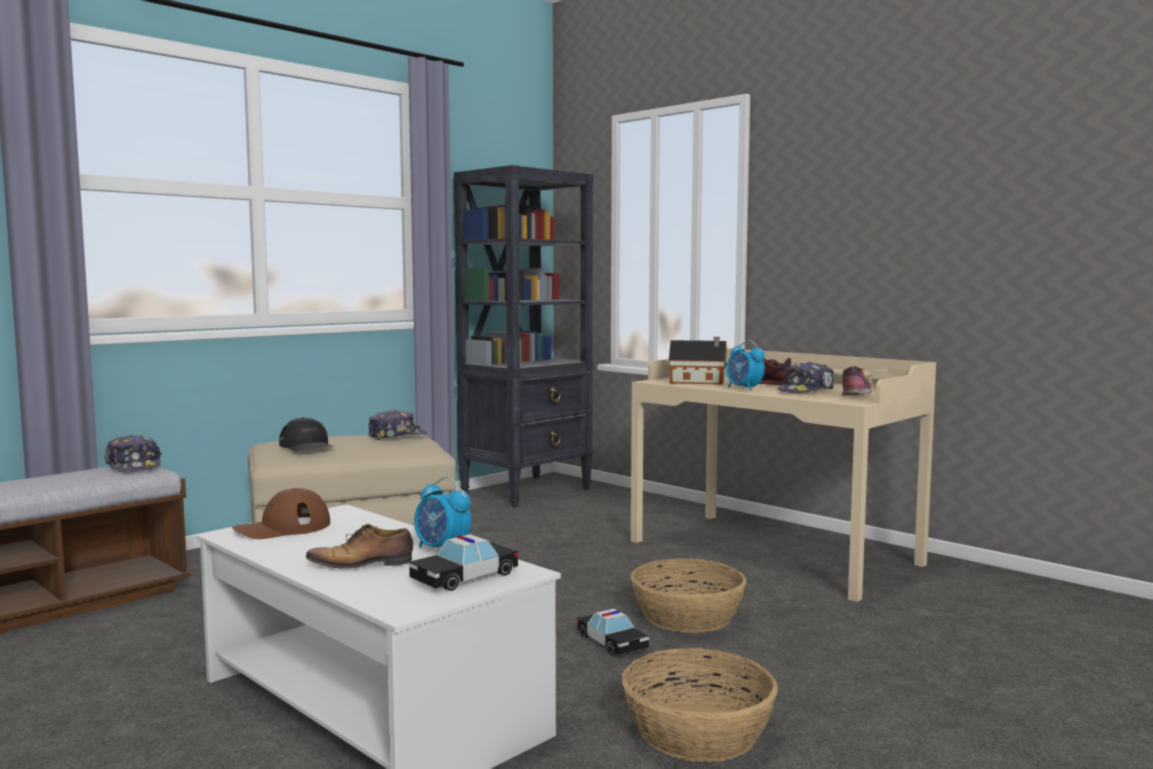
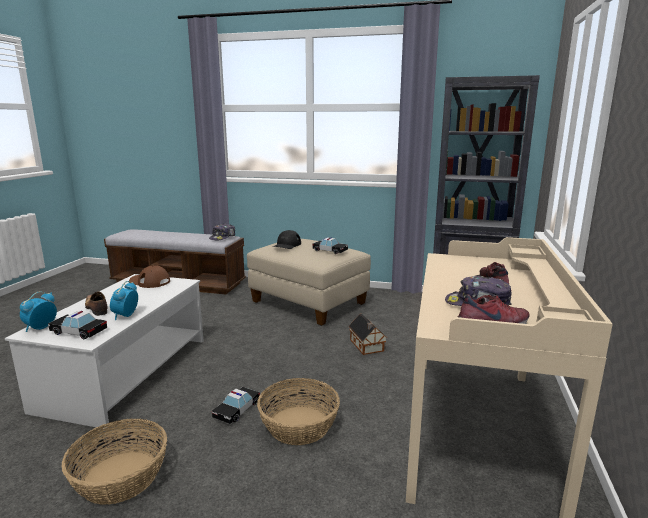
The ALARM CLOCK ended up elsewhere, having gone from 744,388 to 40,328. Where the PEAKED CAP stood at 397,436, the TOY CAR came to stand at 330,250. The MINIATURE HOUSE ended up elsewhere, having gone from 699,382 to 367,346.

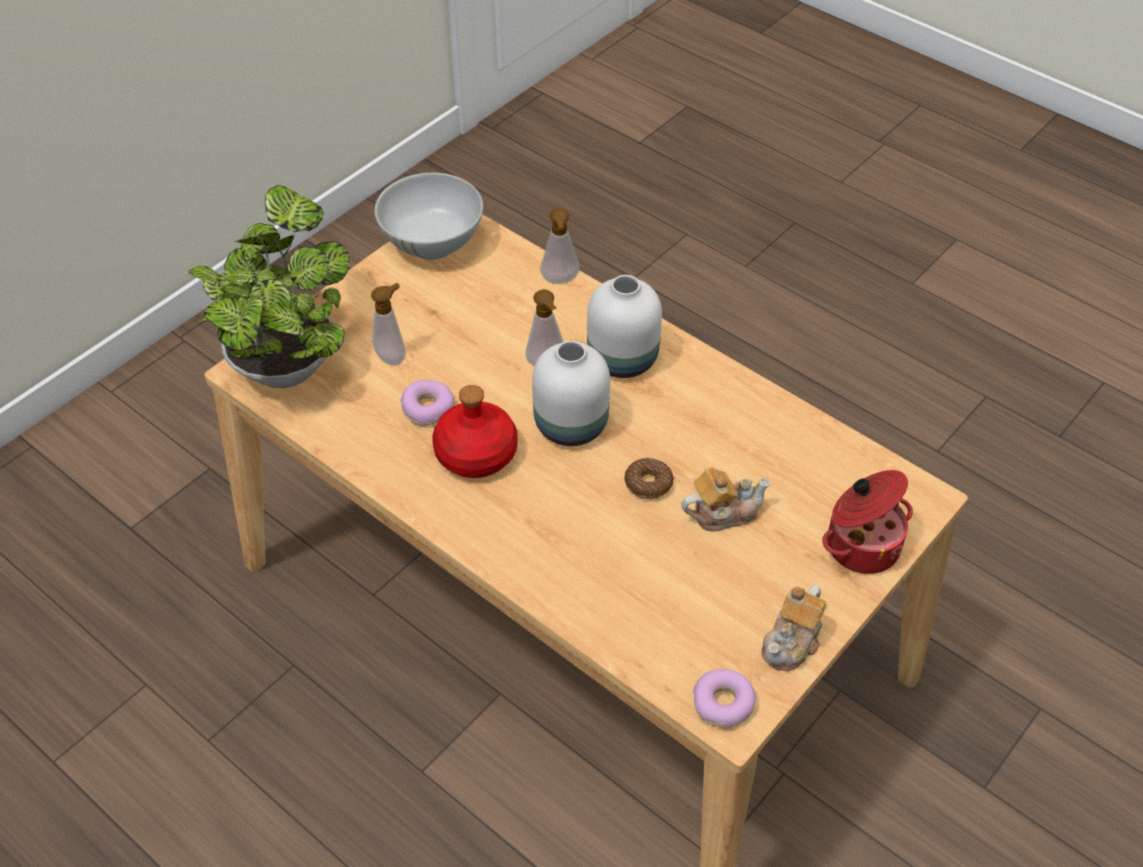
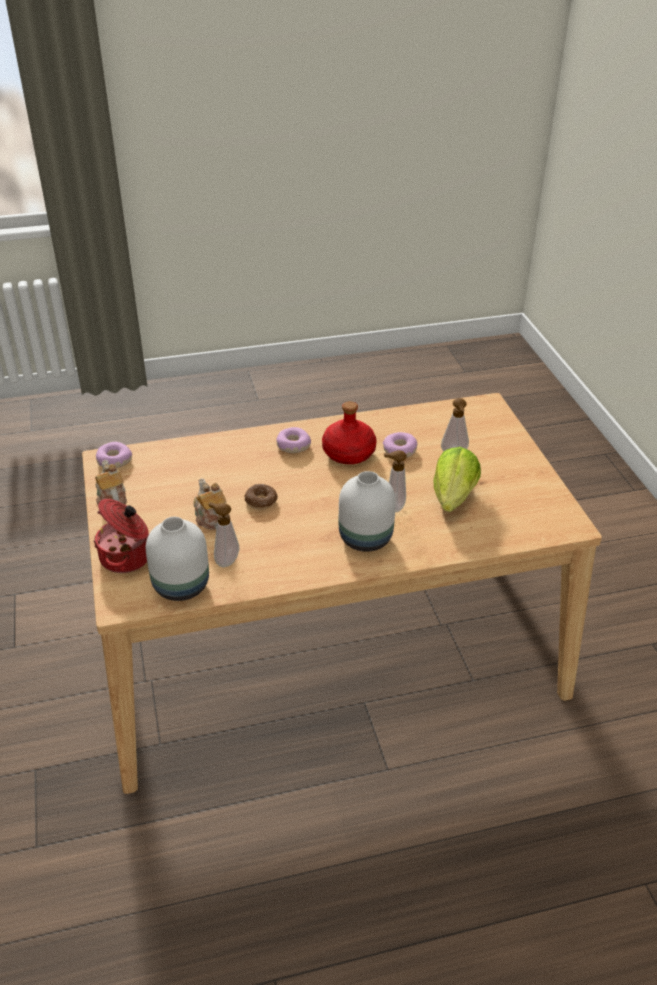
The WHITE VASE ended up elsewhere, having gone from 569,424 to 182,585. The POT FOR TEA at 723,513 ended up facing another way, 135 degrees clockwise from before. The SOAP BOTTLE ended up elsewhere, having gone from 560,281 to 225,560. The second view gained the DOUGHNUT at 293,445. The second view gained the HEAD OF LETTUCE at 453,497. The second view lost the POTTED PLANT at 287,361. The second view lost the WHITE BOWL at 433,243.

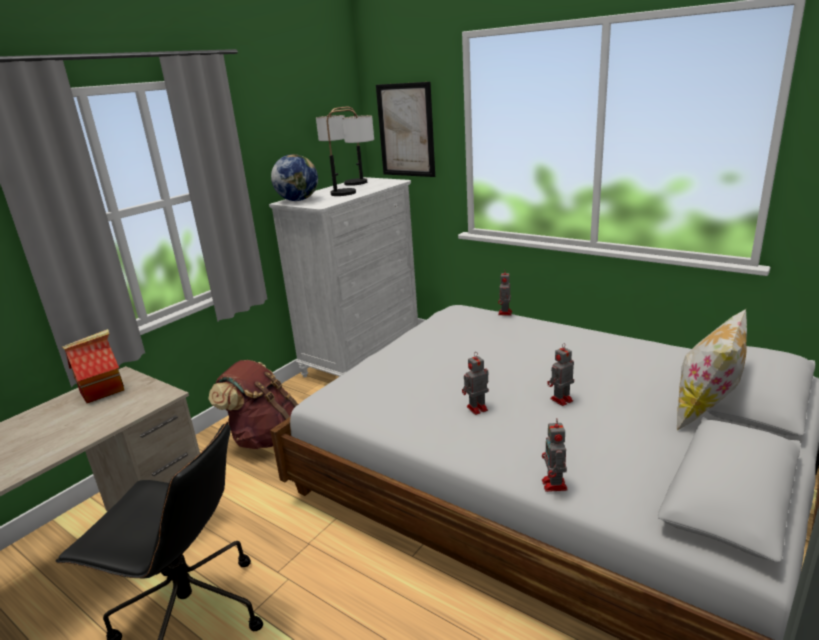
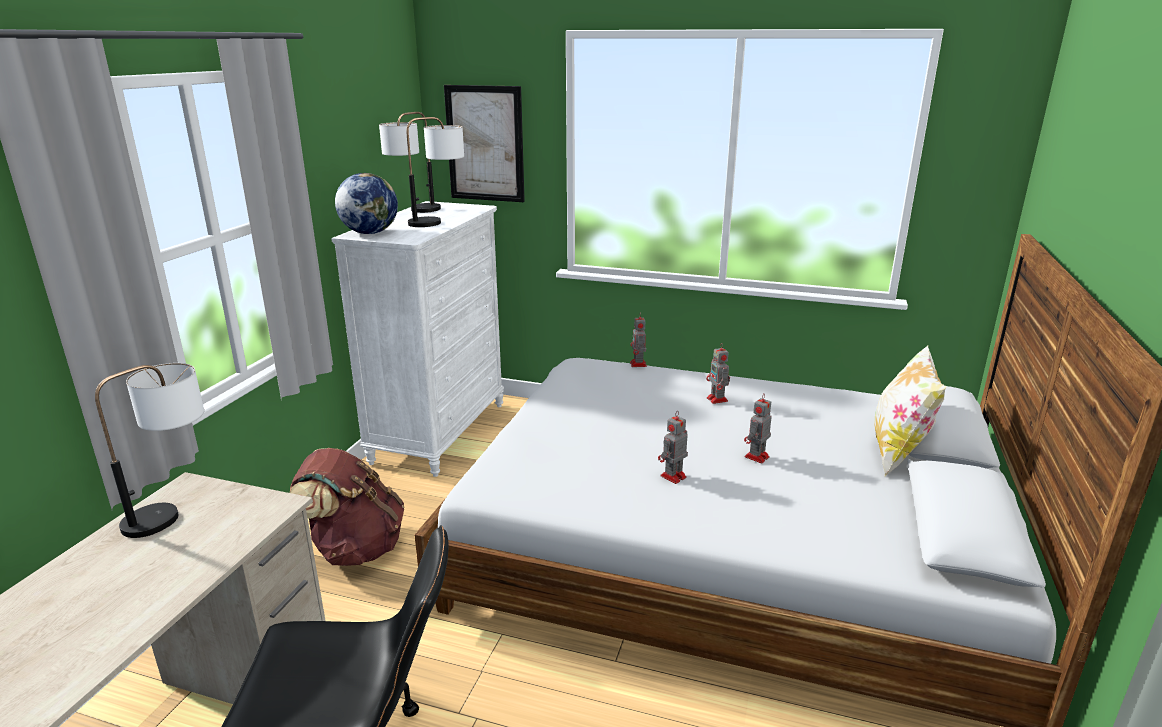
Where the MINIATURE HOUSE stood at 102,390, the LAMP FOR A TABLE came to stand at 175,509. The TOY ROBOT ended up elsewhere, having gone from 554,485 to 717,400.

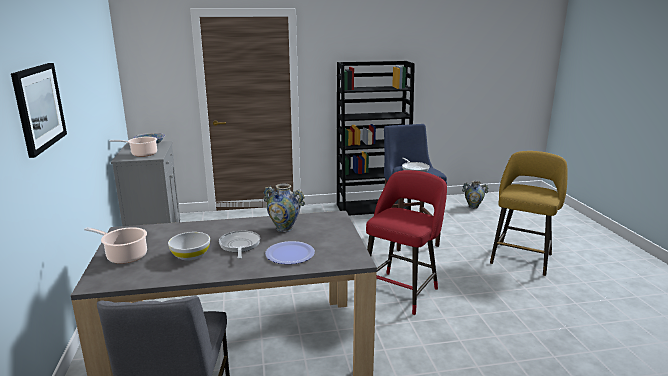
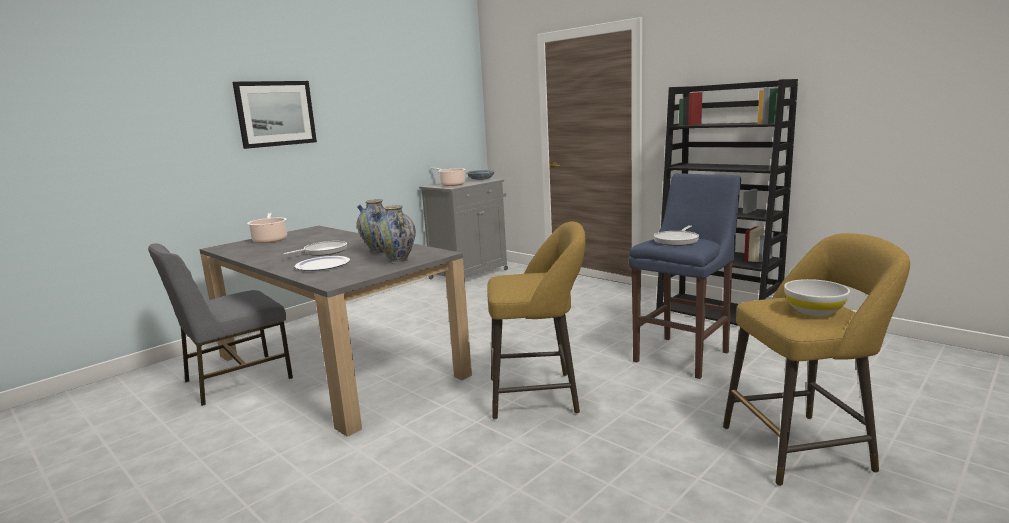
The VASE ended up elsewhere, having gone from 473,207 to 398,261. What was the REDDISH STOOL SEAT at 402,291 turned into the YELLOWISH STOOL SEAT at 539,395. The WHITE BOWL ended up elsewhere, having gone from 190,255 to 814,310.

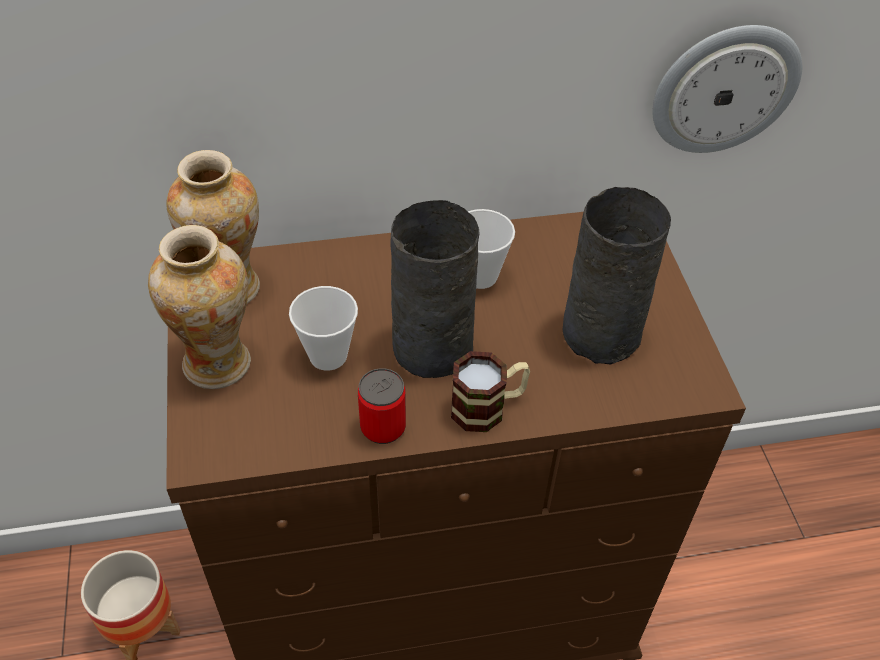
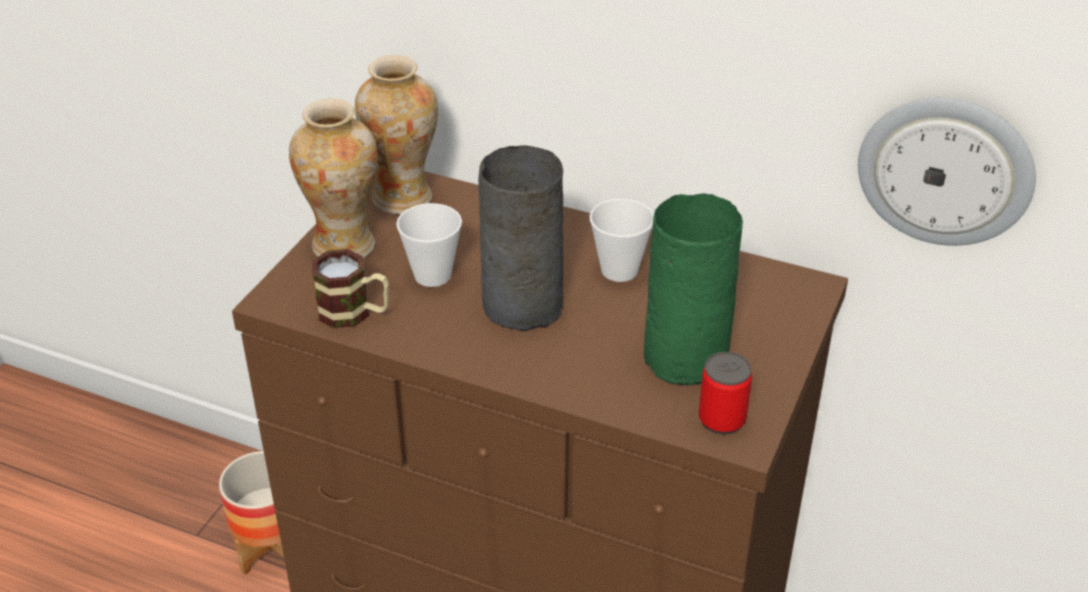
The COFFEE MUG ended up elsewhere, having gone from 488,407 to 355,313. What was the GRAY VASE at 603,332 turned into the GREEN-COLOURED VASE at 688,357. The METAL CAN ended up elsewhere, having gone from 383,427 to 722,419.

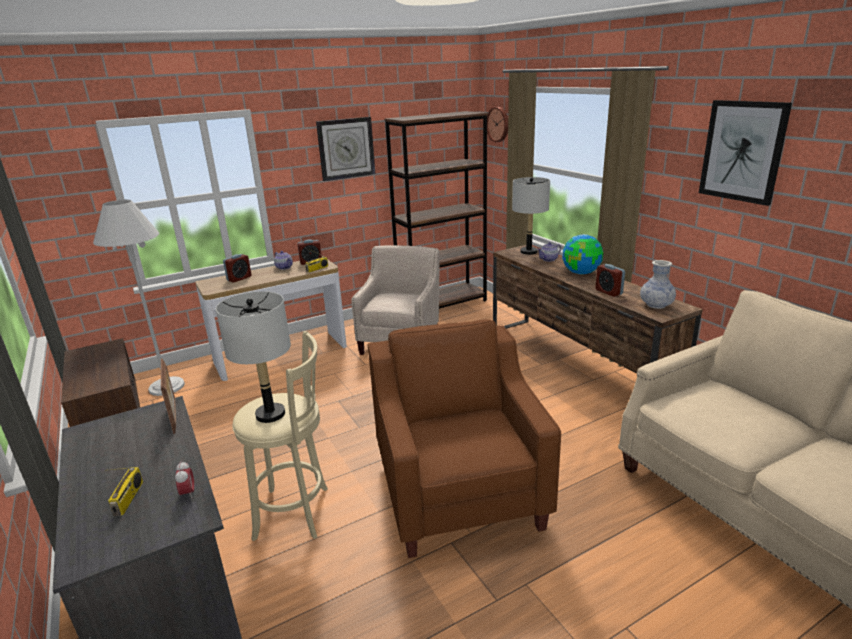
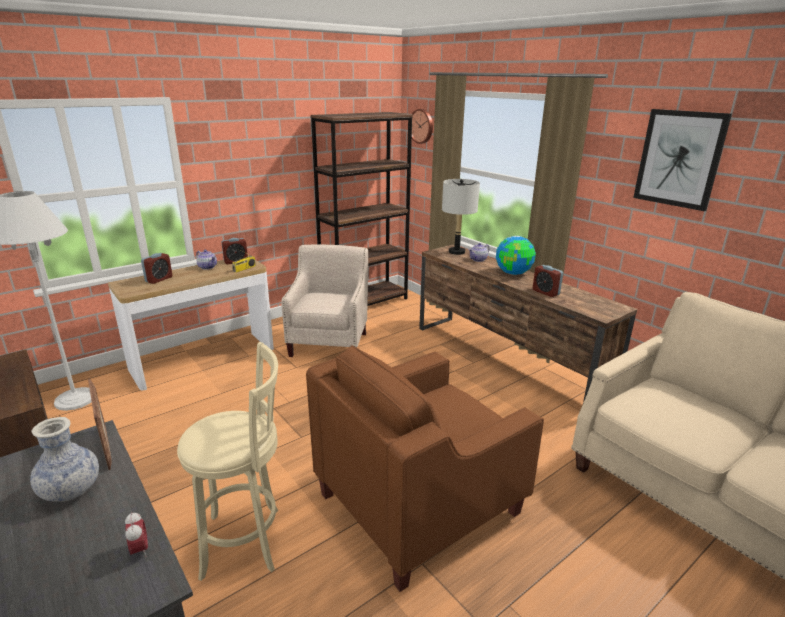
The VASE ended up elsewhere, having gone from 656,305 to 71,490. The BROWN ARMCHAIR at 458,490 ended up facing another way, 105 degrees counterclockwise from before. The second view lost the RADIO SET at 129,499. The second view lost the GRAY LAMP FOR A TABLE at 270,415. The second view lost the WALL CLOCK at 346,148.

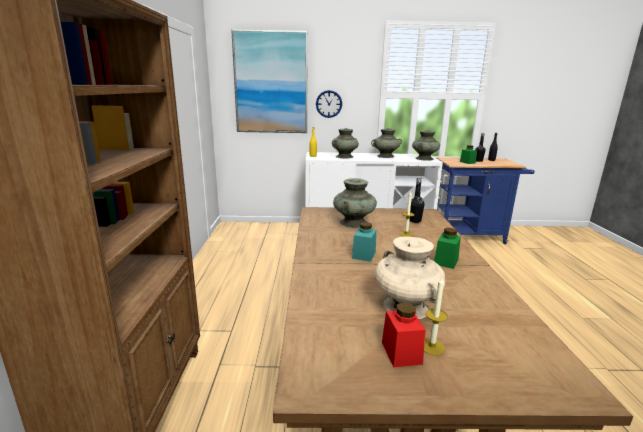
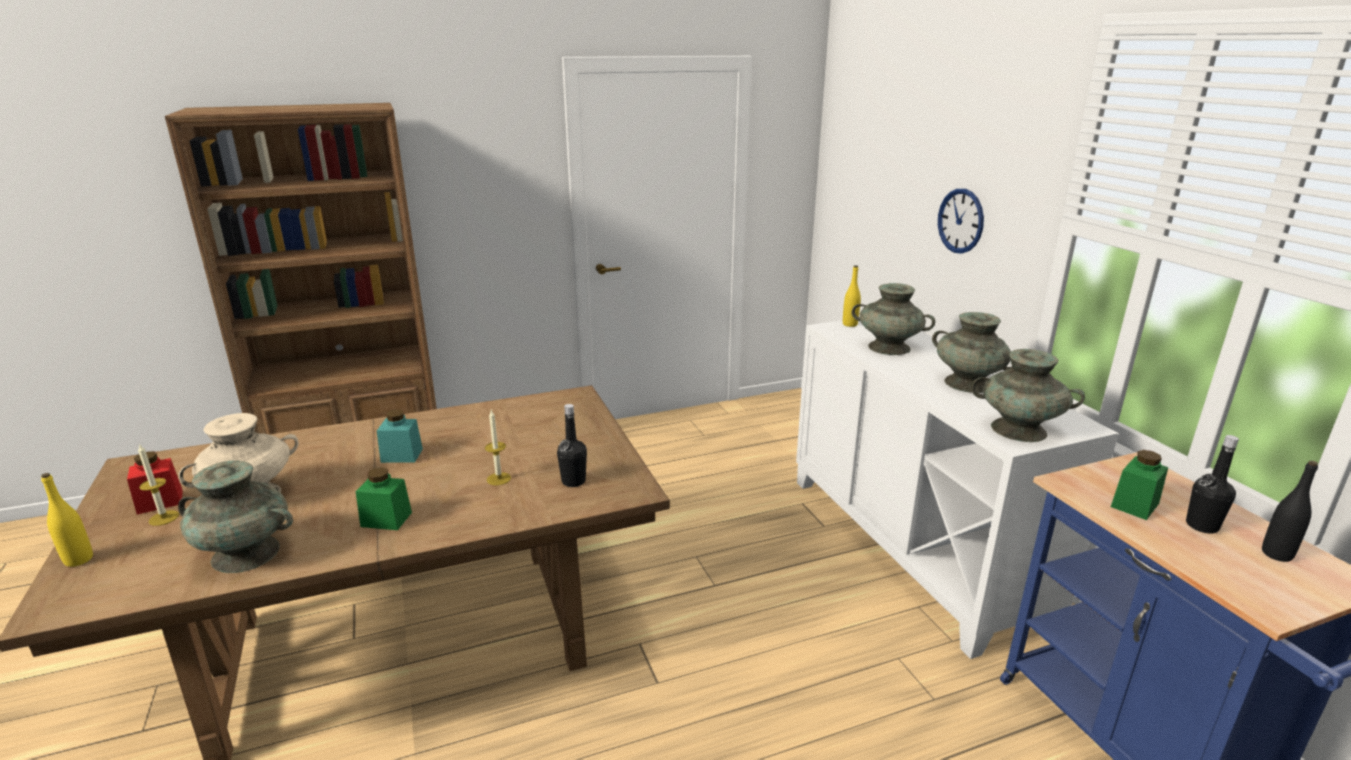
The second view gained the YELLOWISH DRINK BOTTLE at 79,560. The TURQUOISE VASE ended up elsewhere, having gone from 354,223 to 246,554. The second view lost the WALL PICTURE at 271,83.

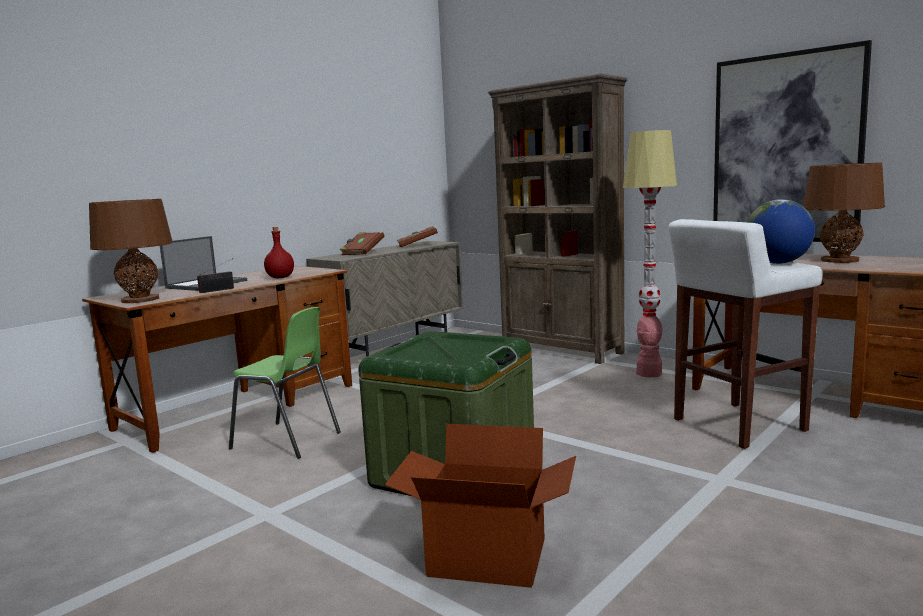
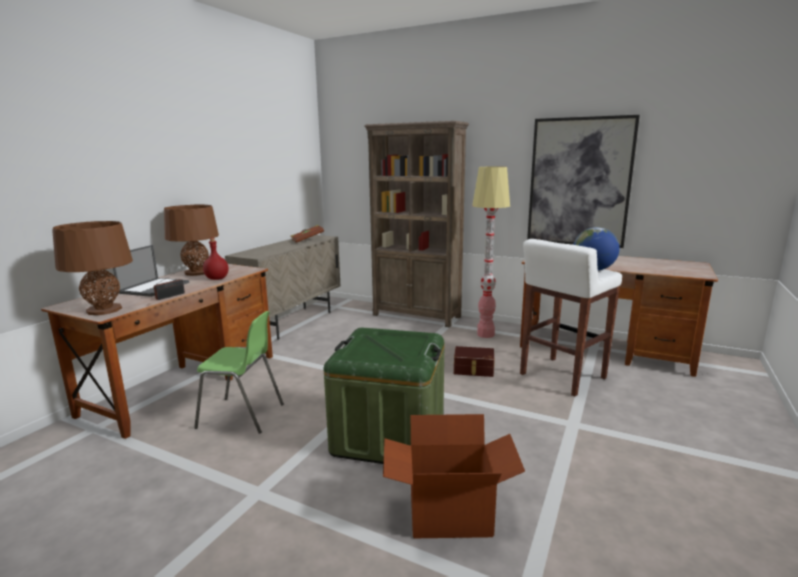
The BROWN LAMP FOR A TABLE ended up elsewhere, having gone from 839,260 to 197,272. The second view gained the BROWN STORAGE CONTAINER at 473,369. The second view lost the BROWN BOUND BOOK at 362,252.

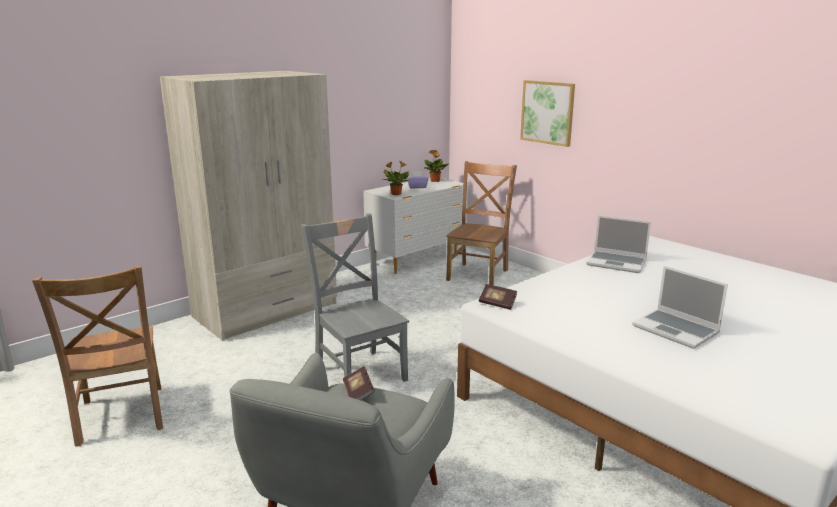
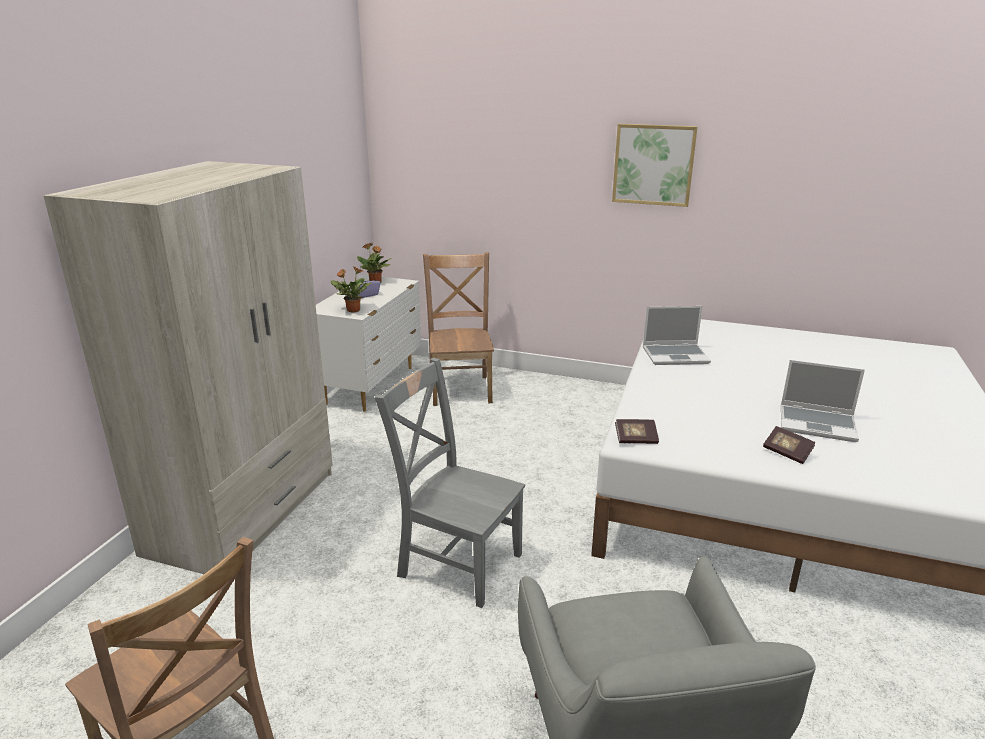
The WALL PICTURE ended up elsewhere, having gone from 547,112 to 653,165. The BOUND BOOK ended up elsewhere, having gone from 358,393 to 787,453.

